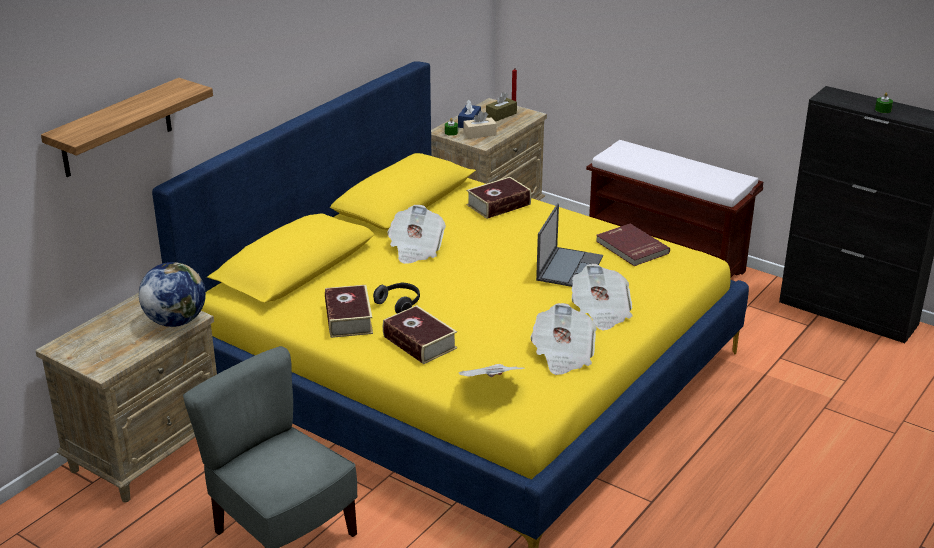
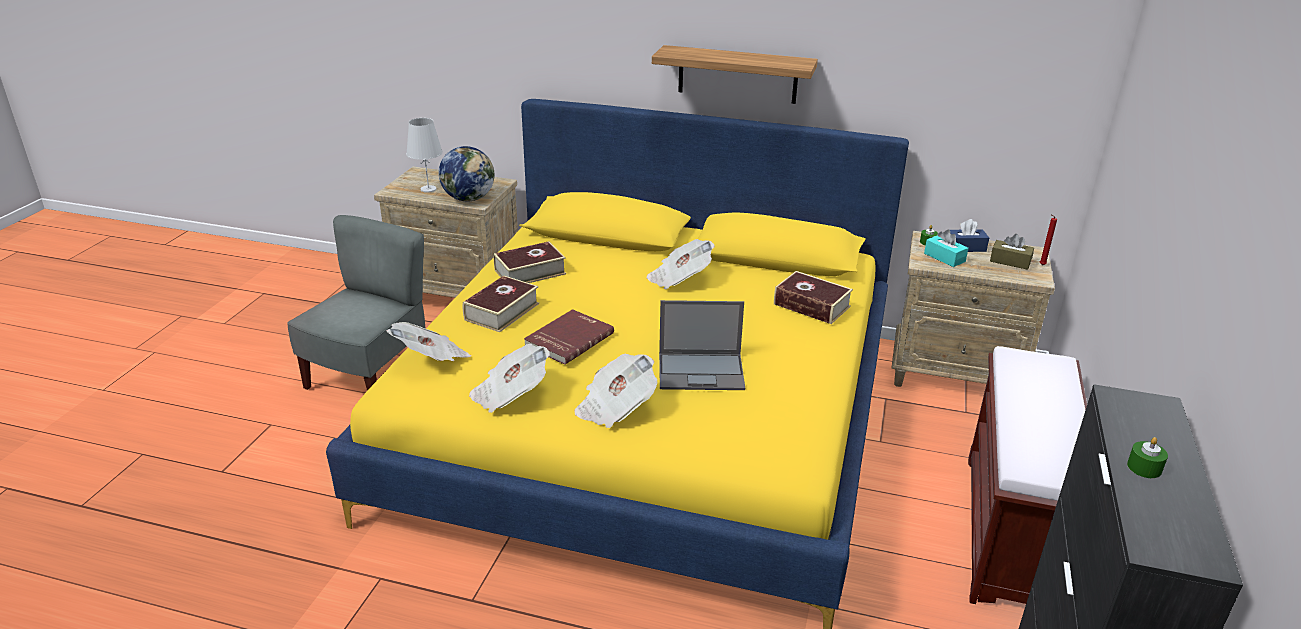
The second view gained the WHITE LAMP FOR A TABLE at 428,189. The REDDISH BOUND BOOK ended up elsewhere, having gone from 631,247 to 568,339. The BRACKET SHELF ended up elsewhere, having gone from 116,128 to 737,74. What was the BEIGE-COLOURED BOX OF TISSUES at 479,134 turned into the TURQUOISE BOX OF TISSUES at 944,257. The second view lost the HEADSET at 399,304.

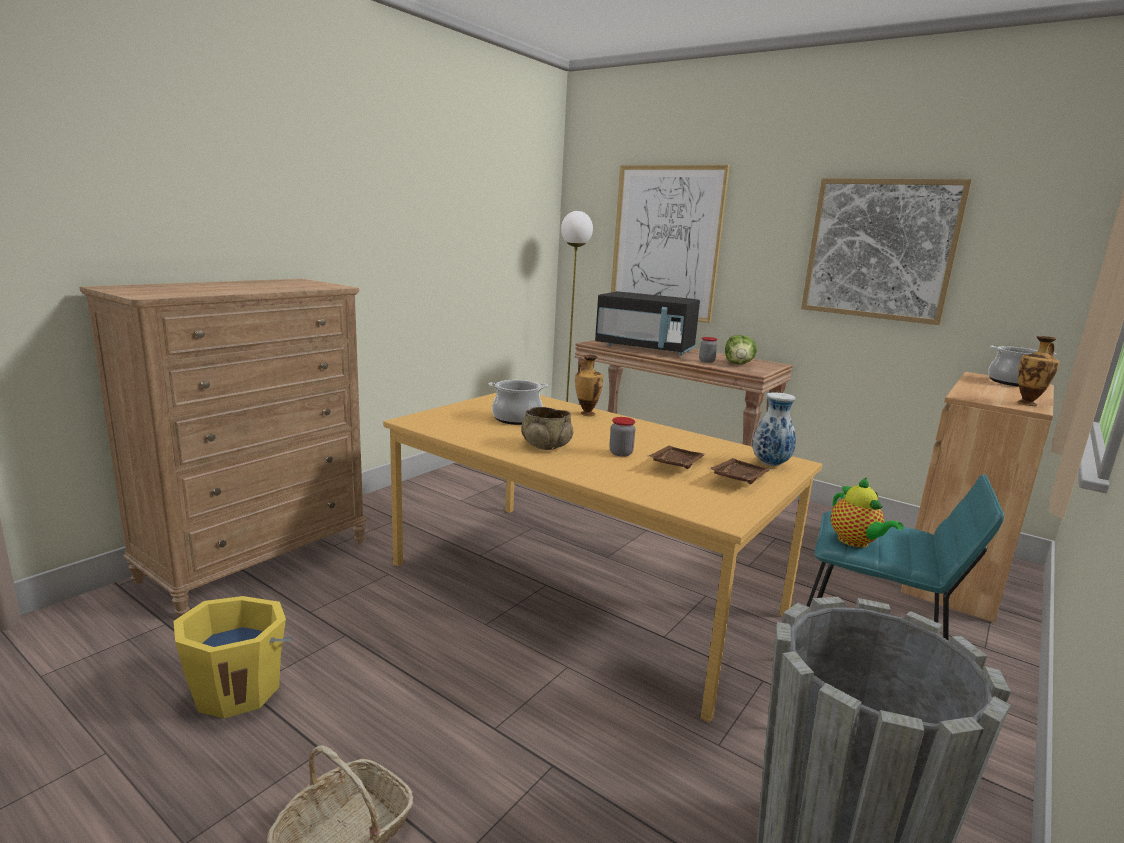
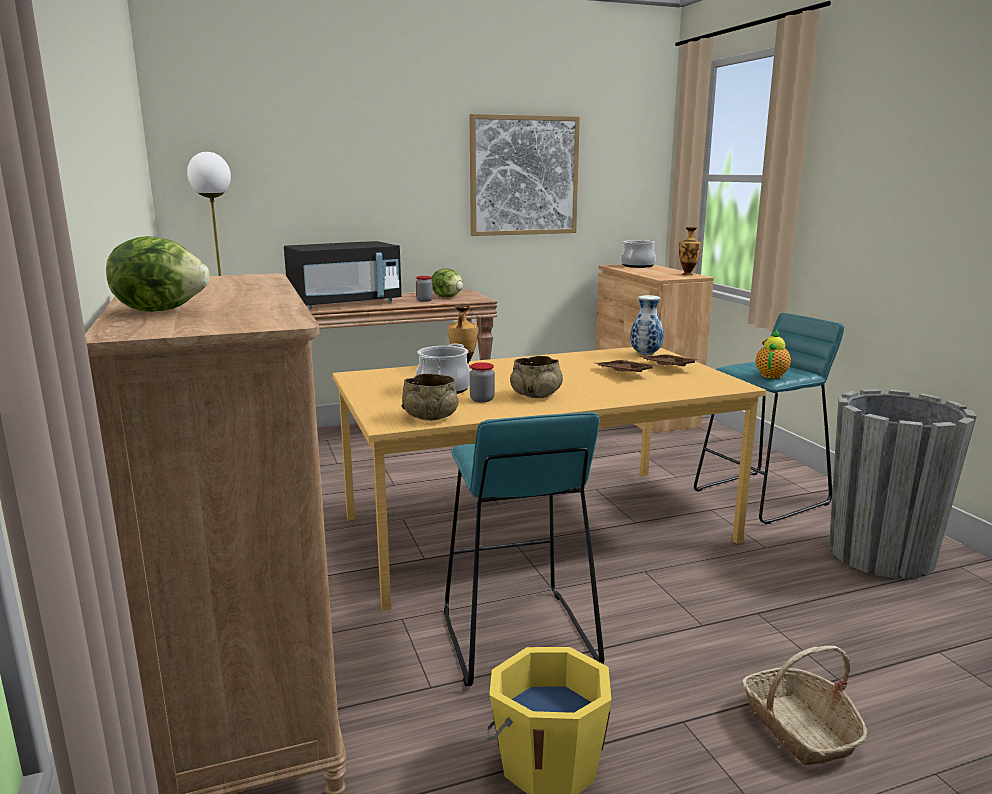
The second view gained the HEAD OF LETTUCE at 161,310. The second view gained the BEIGE-COLOURED BOWL at 431,417. The second view gained the TURQUOISE STOOL SEAT at 516,638. The PRESERVE JAR ended up elsewhere, having gone from 621,453 to 482,399. The POT FOR TEA at 855,542 ended up facing another way, 75 degrees counterclockwise from before. The second view lost the WALL PICTURE at 666,242.

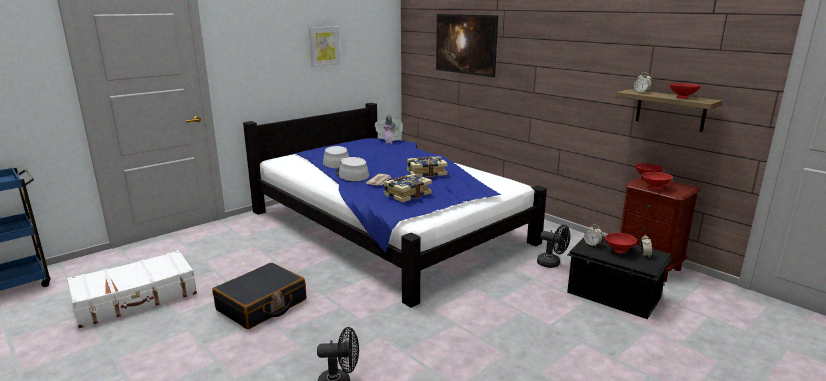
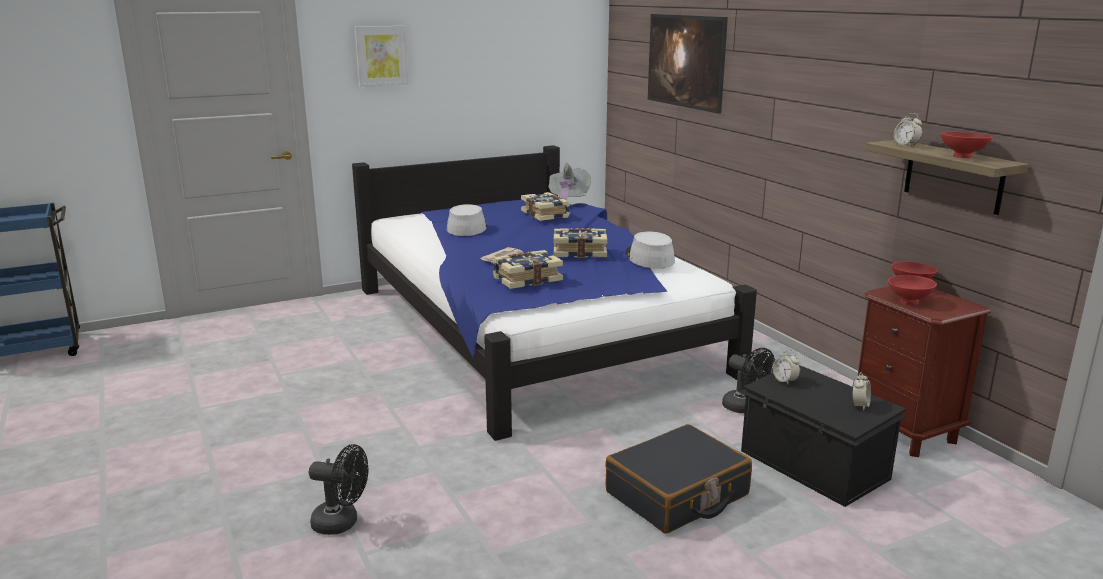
The WALL PICTURE ended up elsewhere, having gone from 324,46 to 381,56. The second view gained the BOUND BOOK at 546,215. The BLACKISH PIECE OF LUGGAGE ended up elsewhere, having gone from 262,305 to 677,494. The GRAY CLOTHING HAT ended up elsewhere, having gone from 351,174 to 649,258. The second view lost the WHITE PIECE OF LUGGAGE at 136,298. The second view lost the REDDISH BOWL at 619,251.

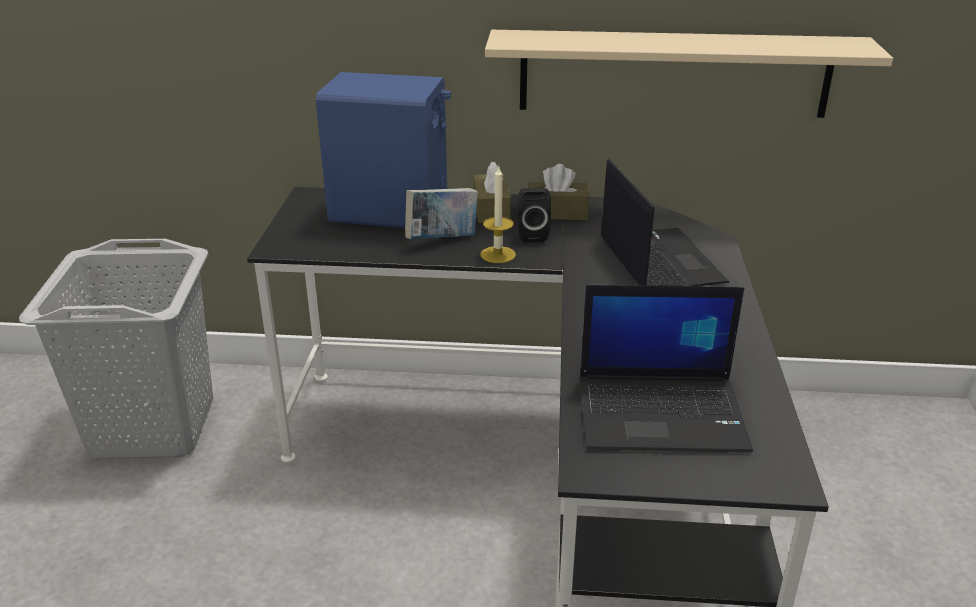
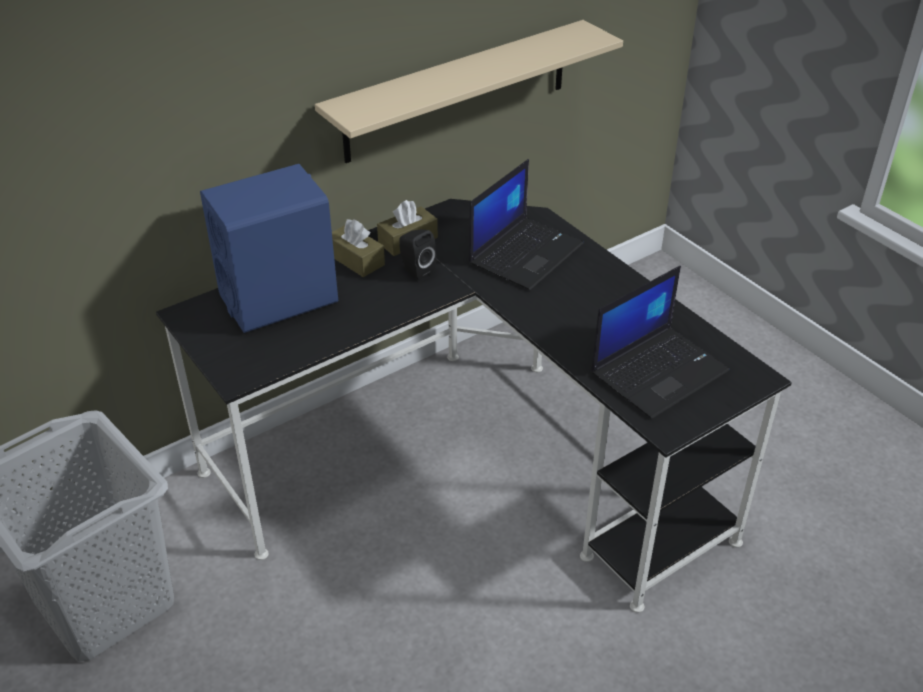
The PORTABLE COMPUTER at 658,260 ended up facing another way, 90 degrees clockwise from before. The second view lost the BOUND BOOK at 442,240. The second view lost the WAX CANDLE at 498,255.

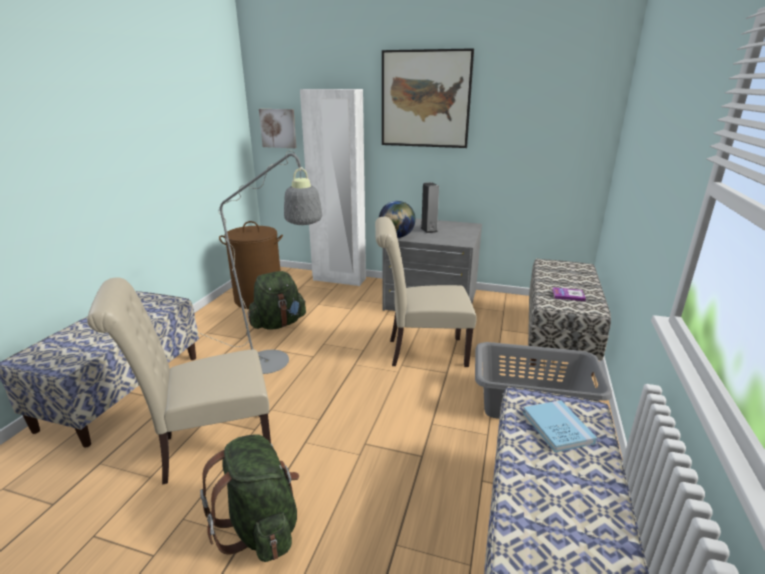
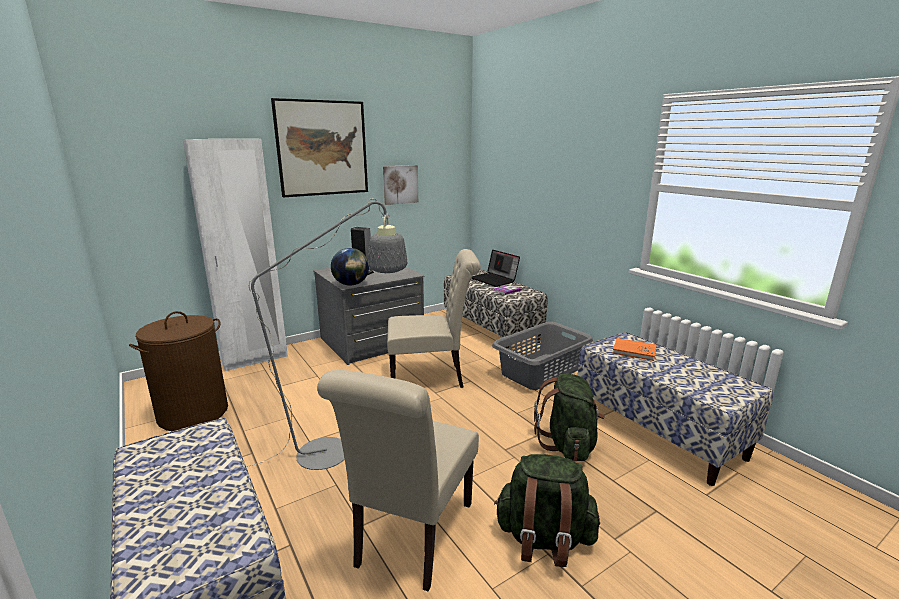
The WALL PICTURE ended up elsewhere, having gone from 278,128 to 400,184. The BEIGE-COLOURED CHAIR at 421,352 ended up facing another way, 135 degrees counterclockwise from before. The second view gained the PORTABLE COMPUTER at 494,280. The GREEN-COLOURED KNAPSACK ended up elsewhere, having gone from 278,324 to 568,445. What was the BLUISH BOUND BOOK at 557,427 turned into the ORANGE BOUND BOOK at 634,351.

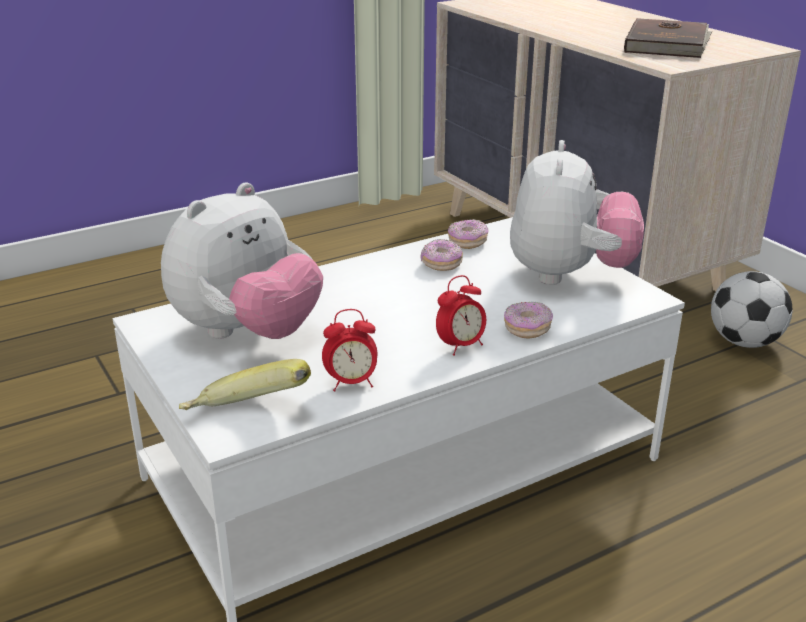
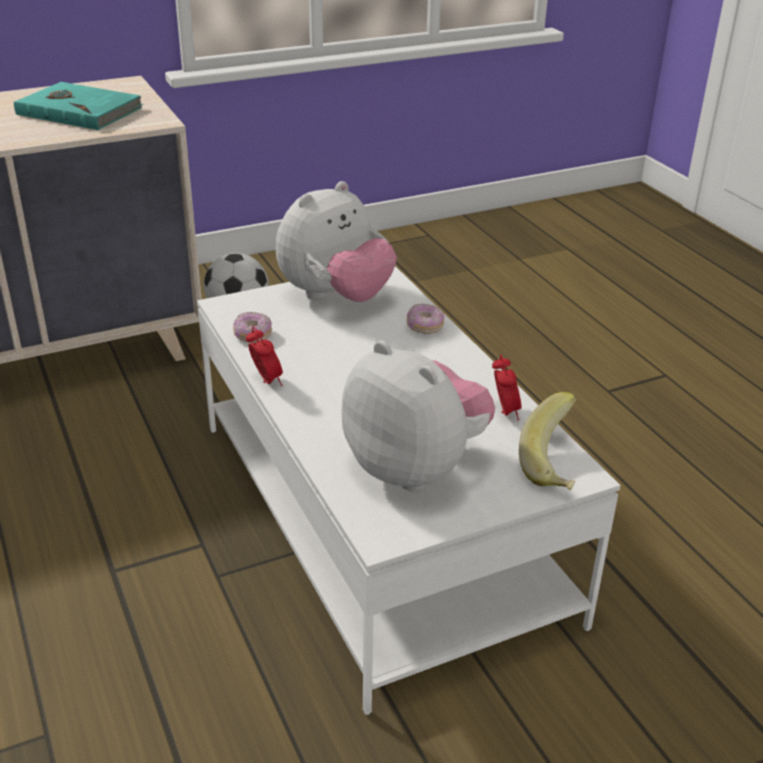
What was the BROWN BOUND BOOK at 668,43 turned into the TURQUOISE BOUND BOOK at 80,110. The ALARM CLOCK ended up elsewhere, having gone from 460,346 to 266,381. The SOFT TOY at 569,275 ended up facing another way, 120 degrees clockwise from before. The second view lost the DOUGHNUT at 441,264.

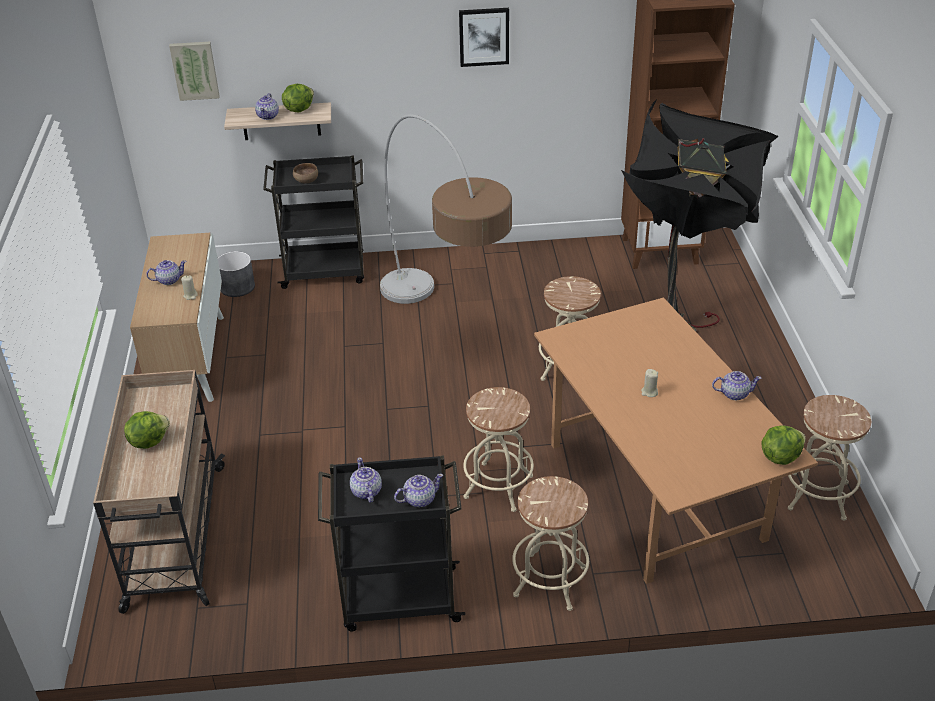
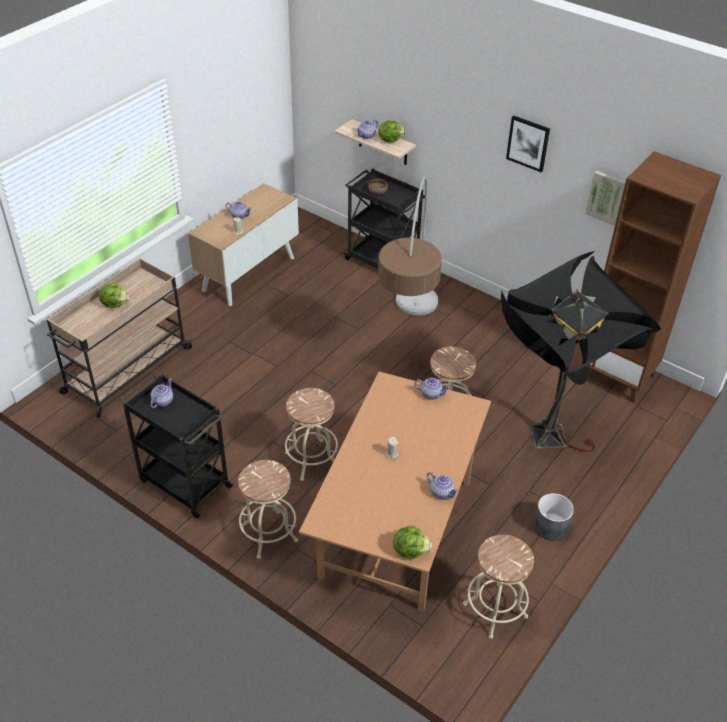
The POT FOR TEA ended up elsewhere, having gone from 419,499 to 431,394. The GRAY PLANTER ended up elsewhere, having gone from 237,287 to 550,526. The WALL PICTURE ended up elsewhere, having gone from 195,70 to 607,197.

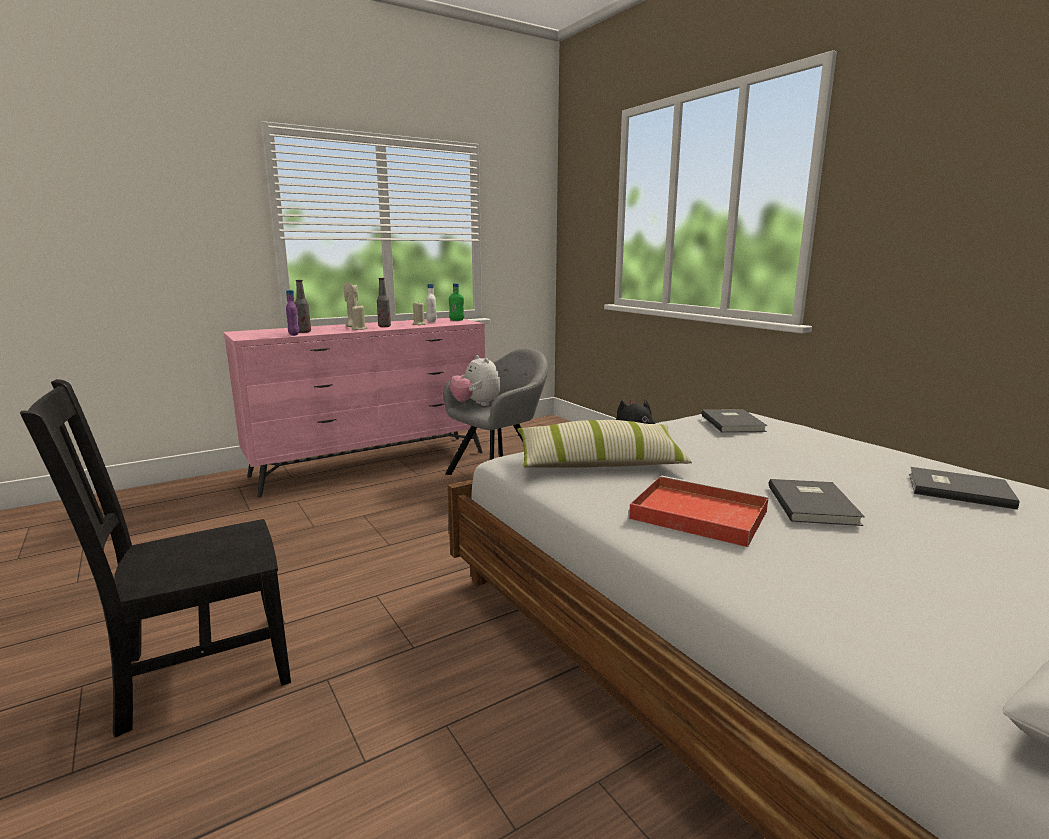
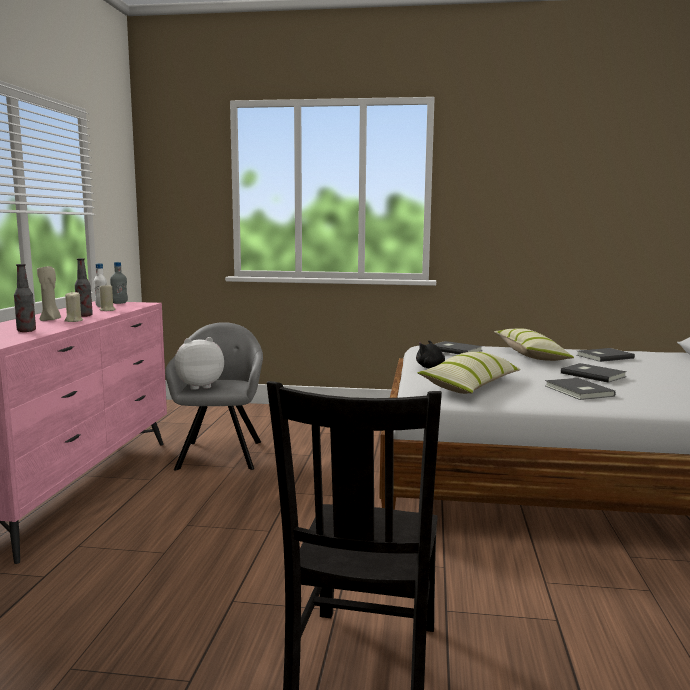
What was the GREEN-COLOURED DRINK BOTTLE at 456,320 turned into the GRAY DRINK BOTTLE at 119,303. The SOFT TOY at 476,404 ended up facing another way, 150 degrees clockwise from before. The second view gained the PILLOW at 530,355. Where the REDDISH TRAY stood at 696,514, the GRAY BOUND BOOK came to stand at 578,391. The second view lost the PURPLE DRINK BOTTLE at 294,334.

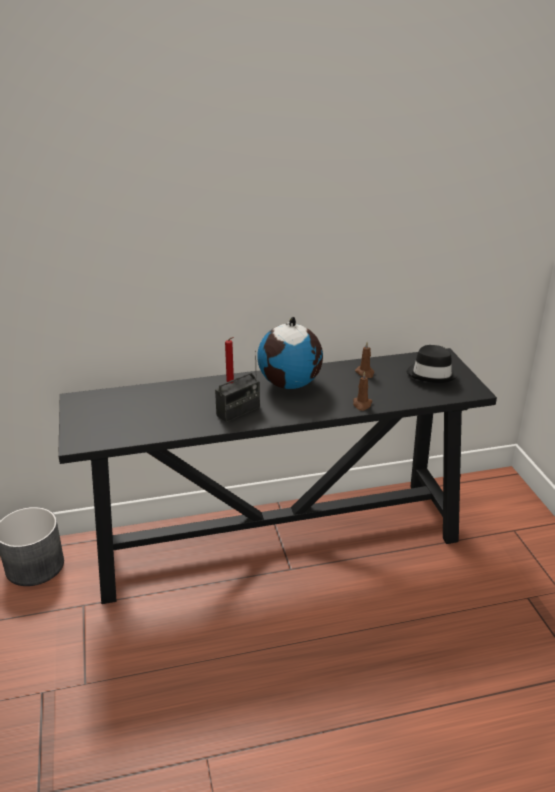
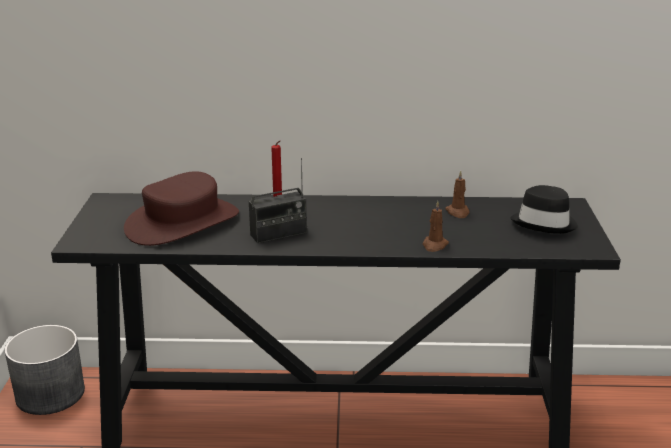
The second view gained the BROWN CLOTHING HAT at 182,222. The second view lost the GLOBE at 290,384.

